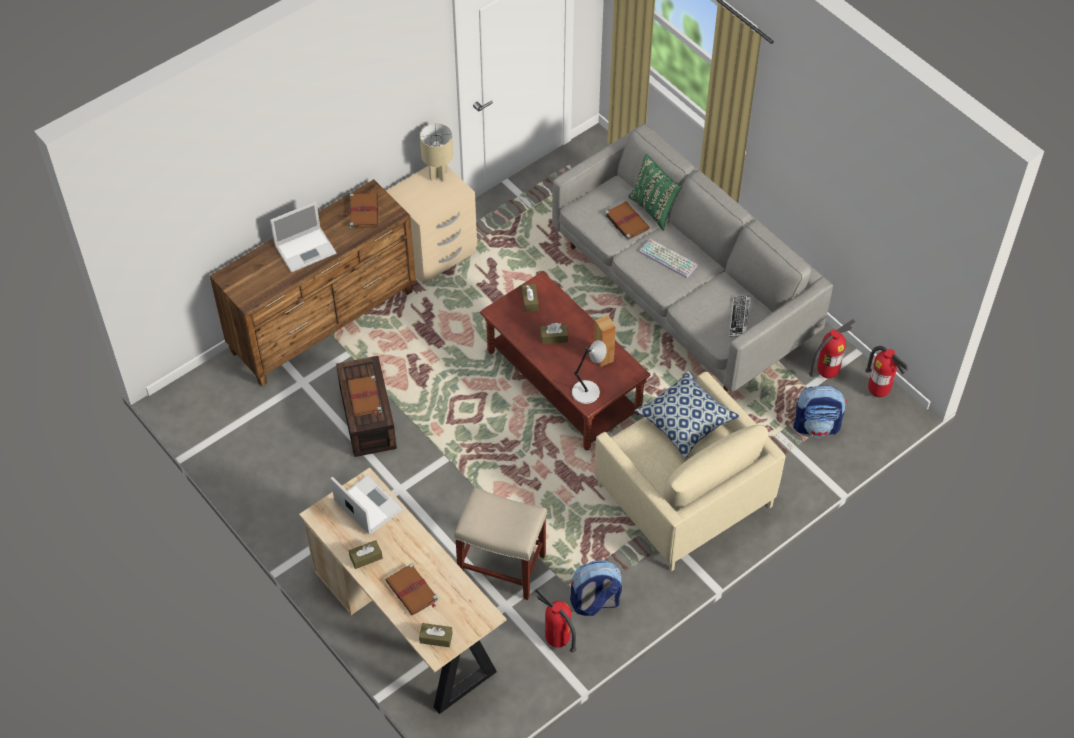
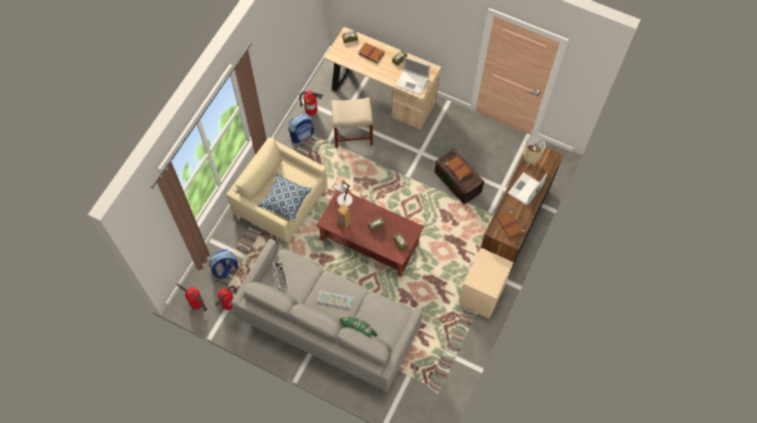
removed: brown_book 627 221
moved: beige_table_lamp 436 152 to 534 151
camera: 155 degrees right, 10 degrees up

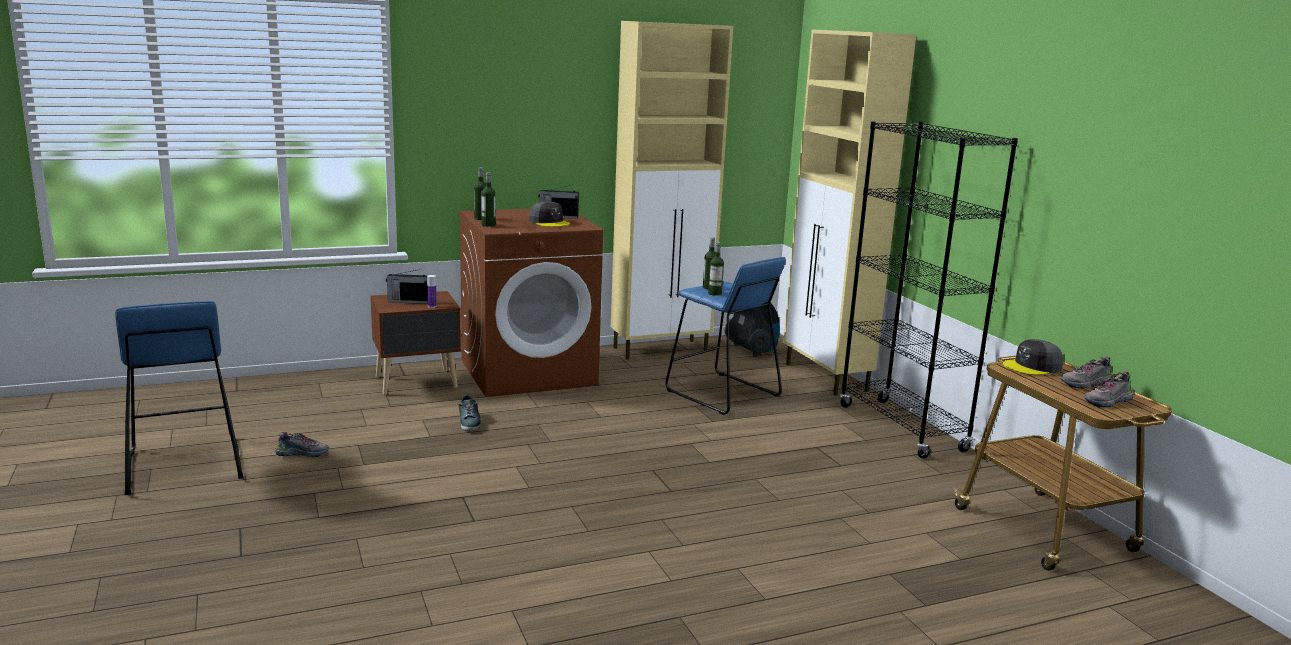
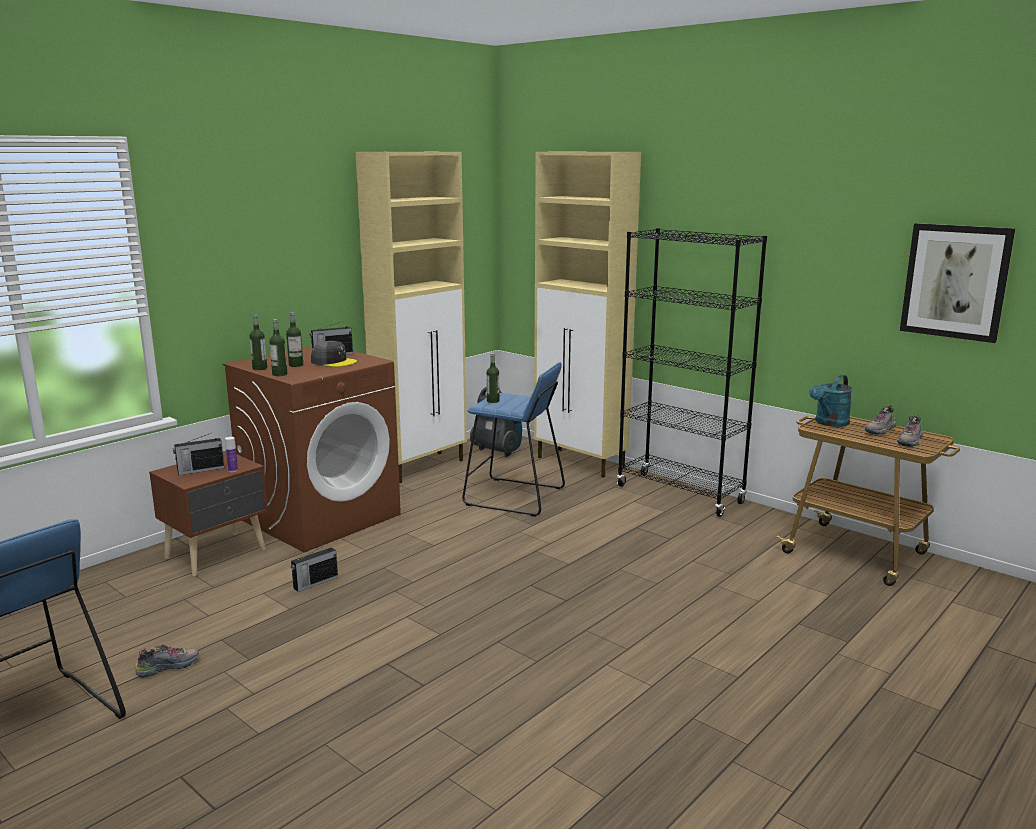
added: picture 957 283
moved: bottle 716 269 to 294 339
replaced: grey_cap 1033 357 to turquoise_watering_can 831 401; shoe 470 412 to radio 314 568
camera: 25 degrees left, 0 degrees up

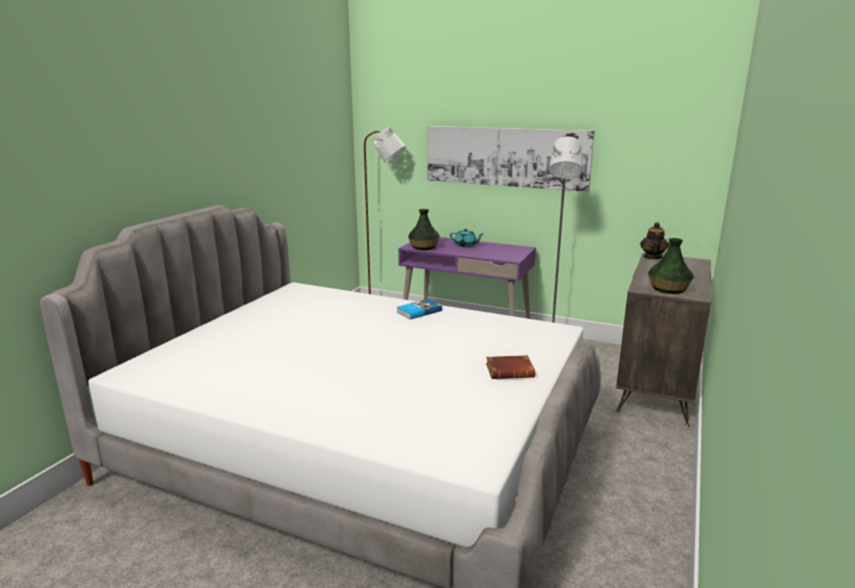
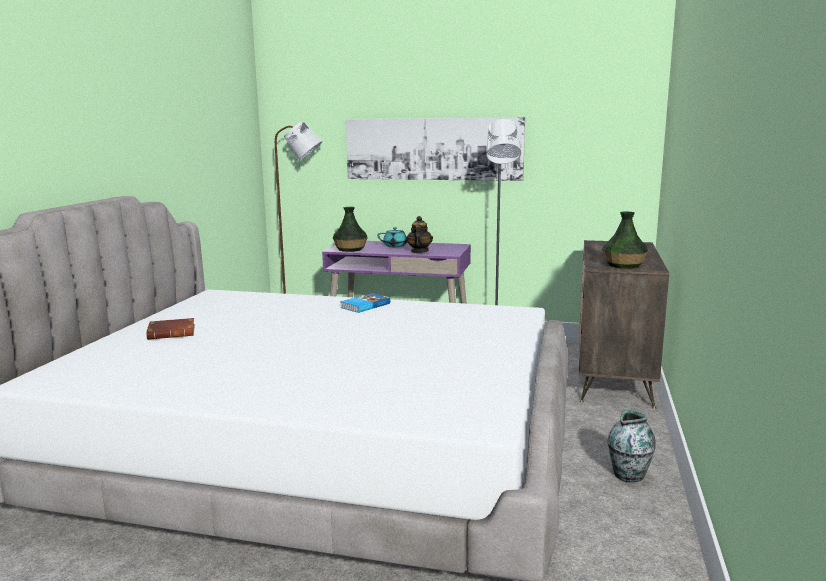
added: vase 631 446
moved: teapot 654 240 to 419 234; brown_book 510 367 to 170 329
camera: 10 degrees left, 5 degrees down

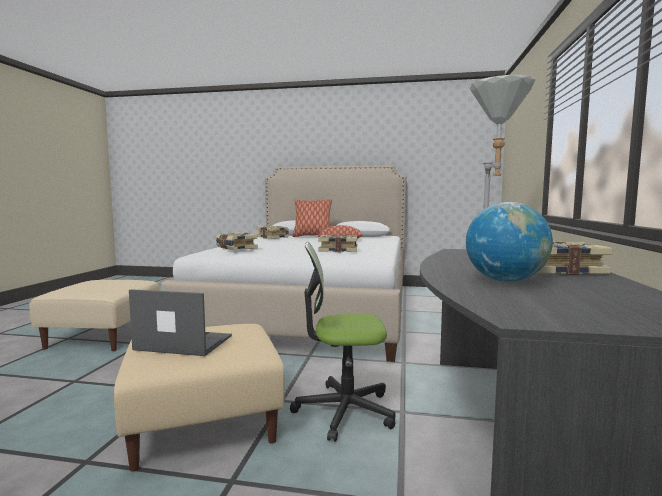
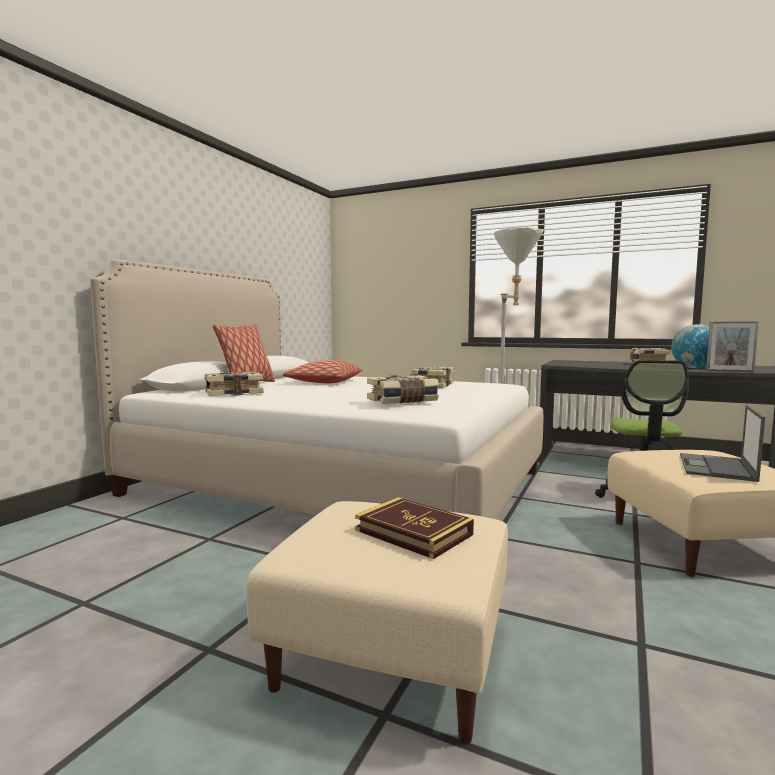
added: picture_frame 732 346; book 414 528
camera: 75 degrees left, 0 degrees up

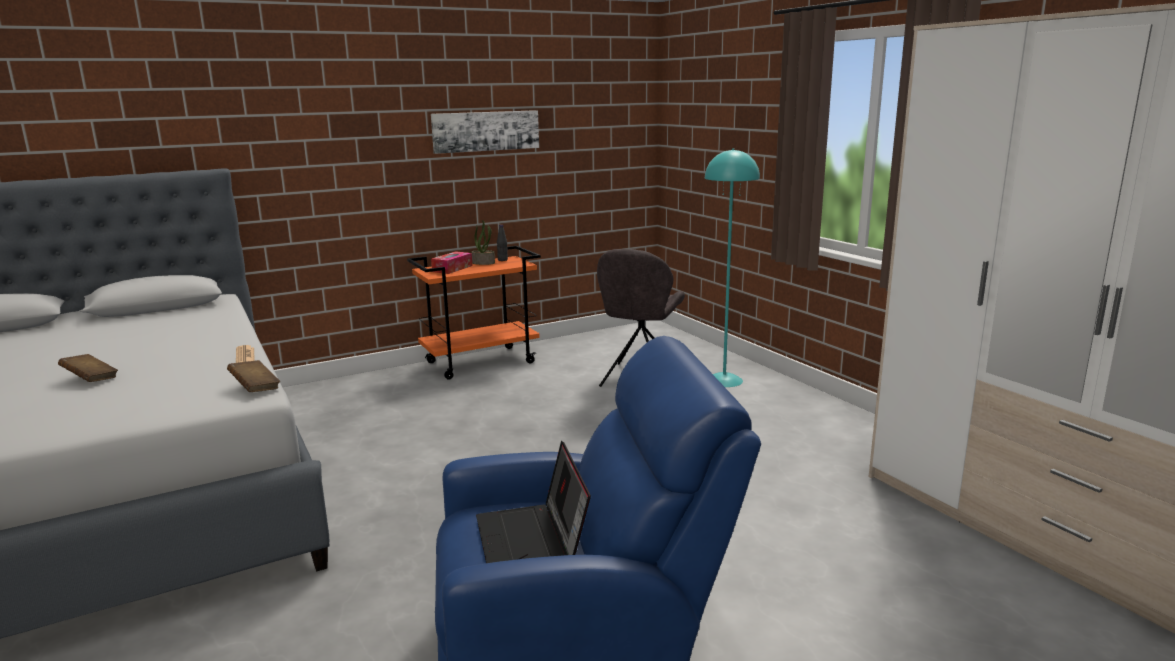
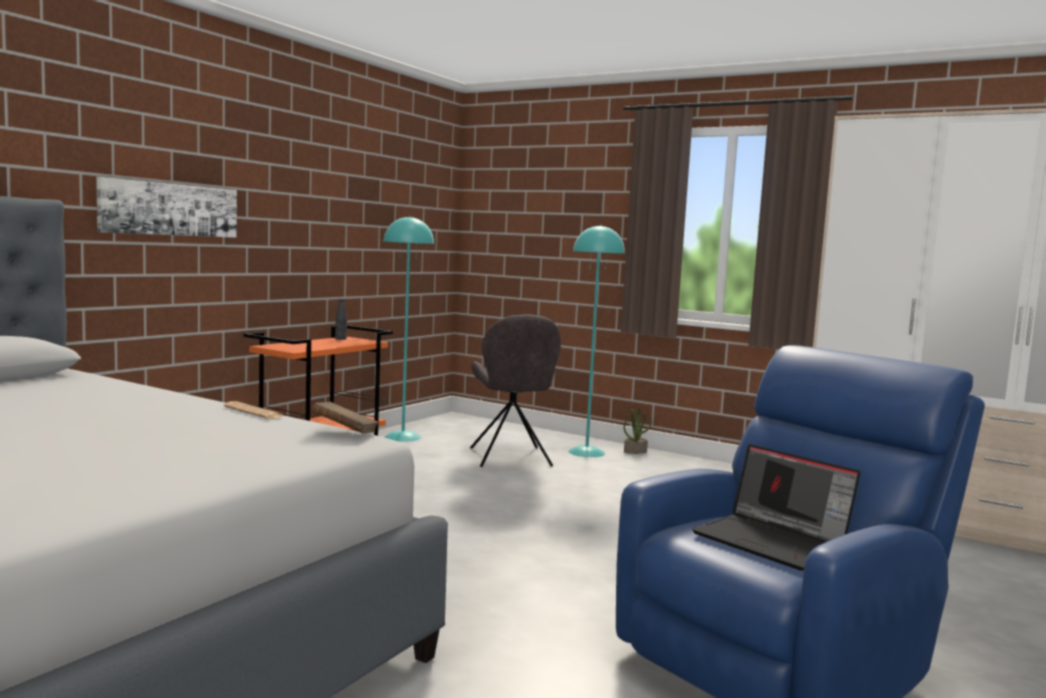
removed: tissue_box 451 262; brown_book 88 368
added: turquoise_floor_lamp 409 328
moved: picture 485 132 to 166 207; potted_plant 483 242 to 638 431
camera: 30 degrees left, 10 degrees down

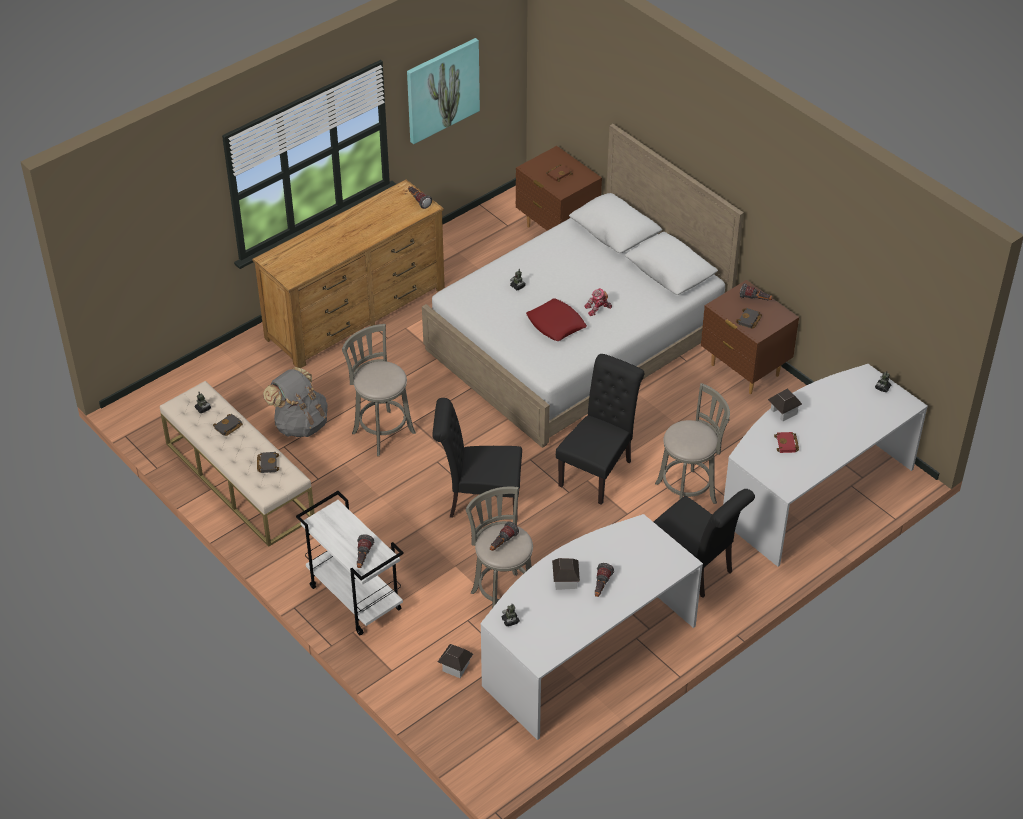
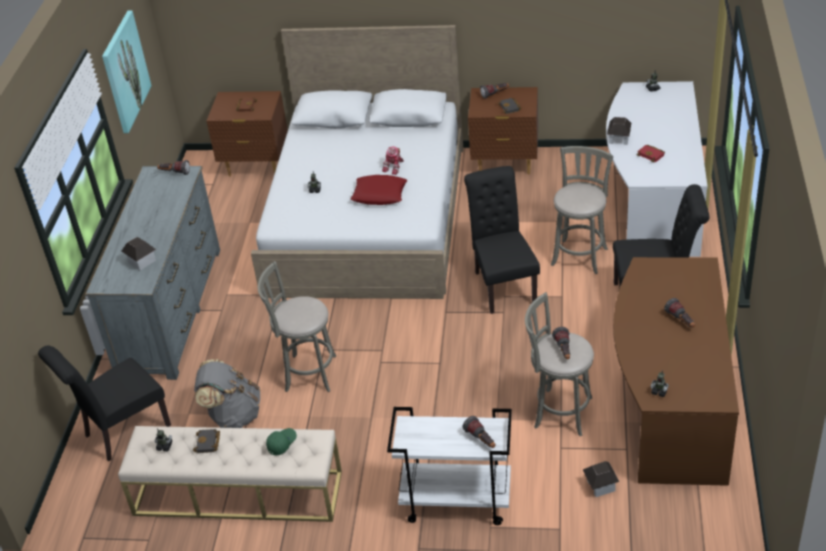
moved: black_chair 477 458 to 104 403; toy_house 566 574 to 138 254
replaced: black_book 268 462 to green_cap 281 441
recoloured: brown_dresser 348 274 to grey_dresser 152 273; white_desk 591 627 to brown_desk 676 371
camera: 40 degrees left, 5 degrees down

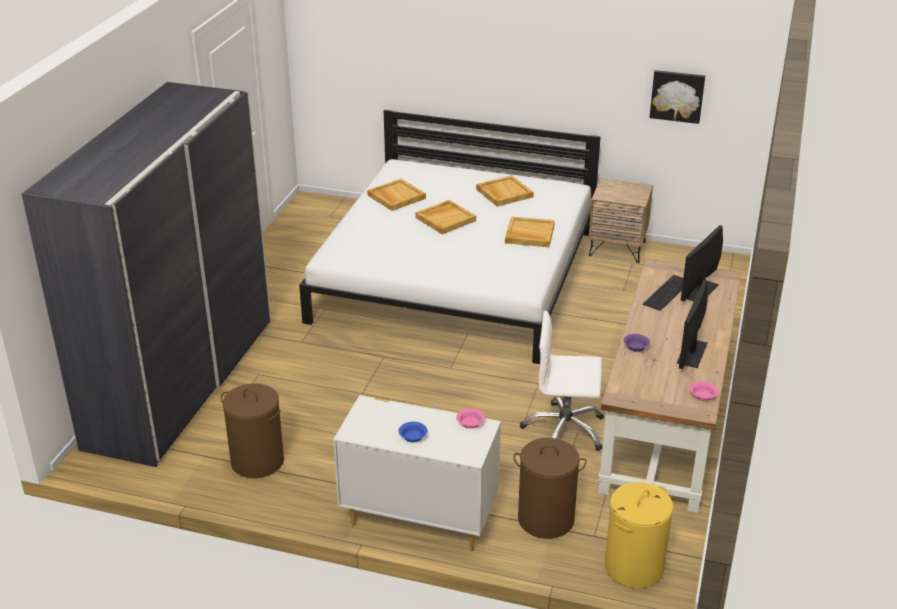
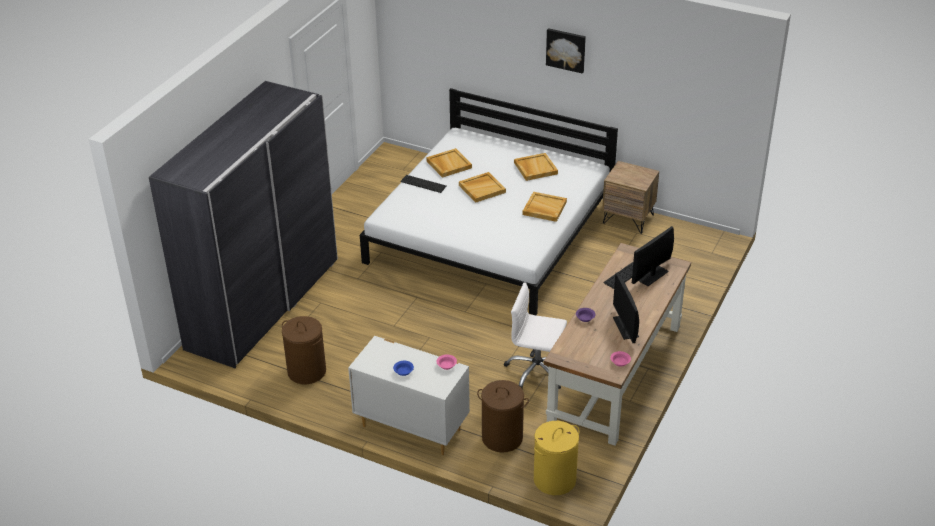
added: keyboard 423 184
moved: picture 677 97 to 566 51
turned: monitor 692 324 = 626 308 45 degrees counterclockwise
camera: 10 degrees right, 5 degrees up

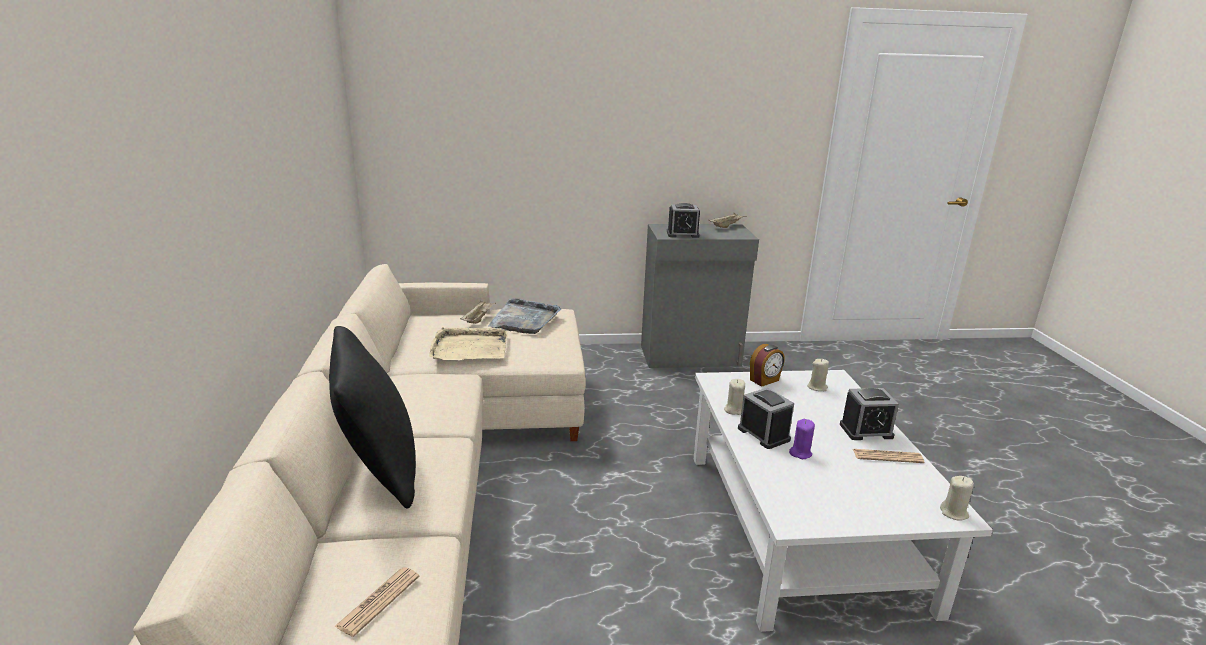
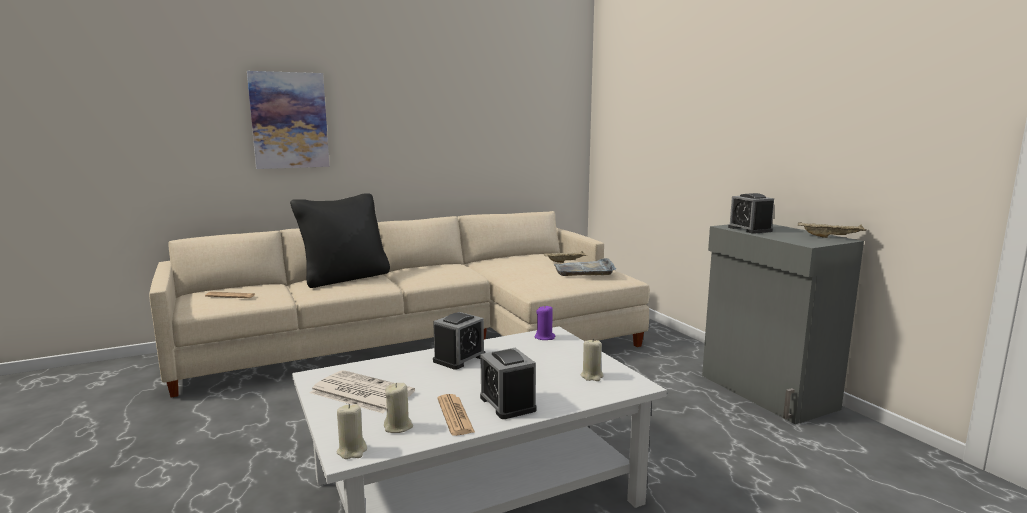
removed: beige_tray 468 343; alarm_clock 767 365
added: picture 288 120; newspaper 362 391
moved: beige_candle 734 397 to 398 408; purple_candle 802 439 to 544 323
camera: 70 degrees right, 10 degrees down

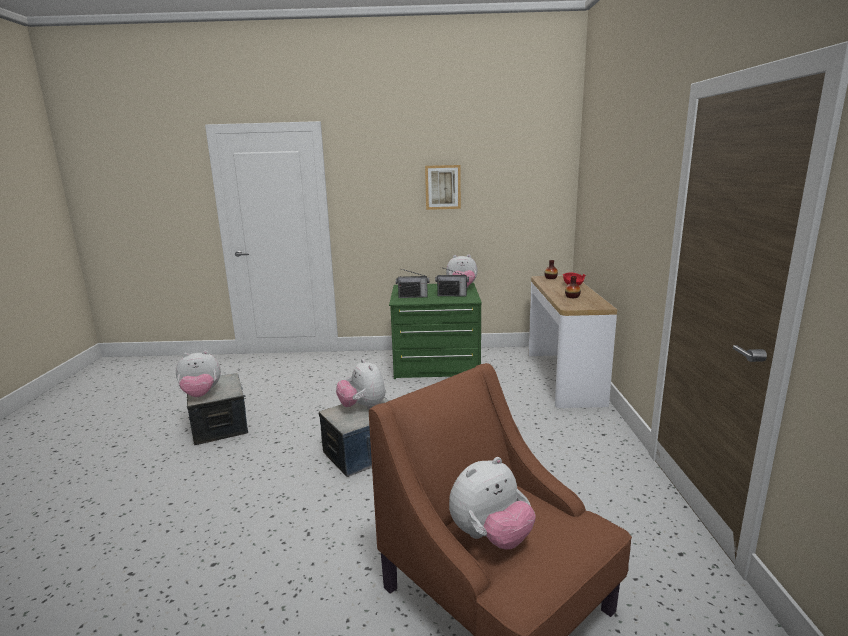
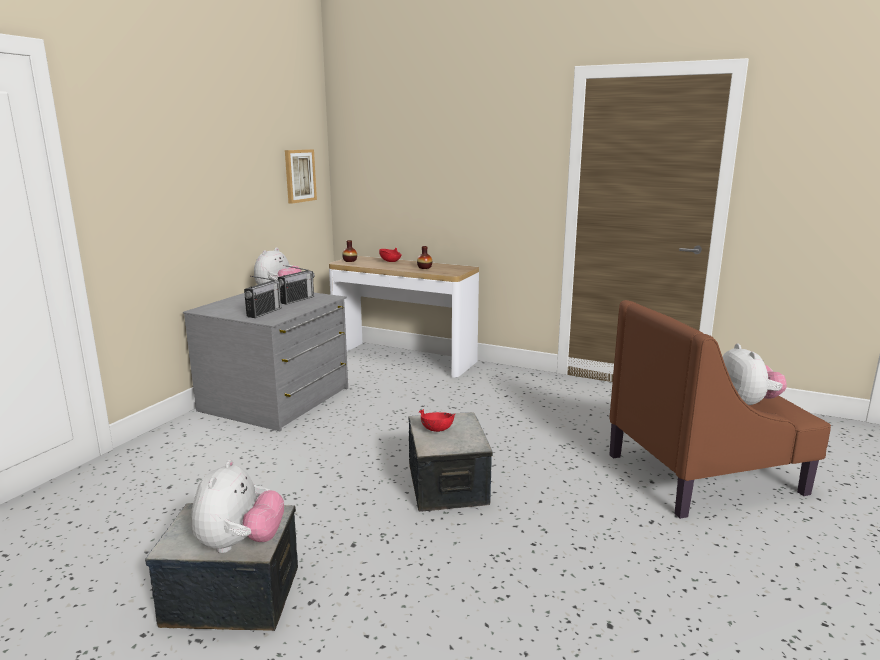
moved: picture 443 187 to 301 176
replaced: plush_toy 360 384 to red_bowl 437 420
recoloured: green_dresser 435 331 to grey_dresser 265 362
camera: 65 degrees left, 0 degrees up

